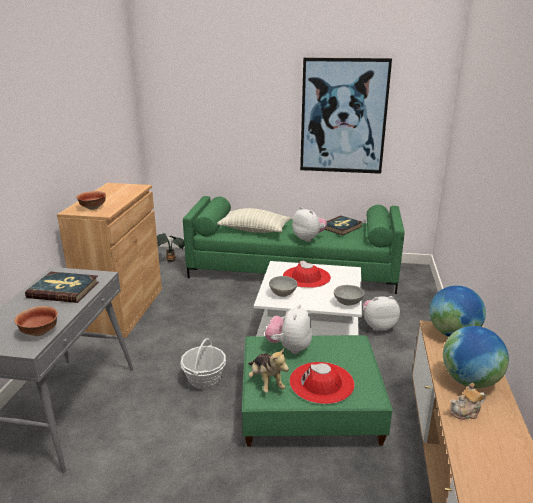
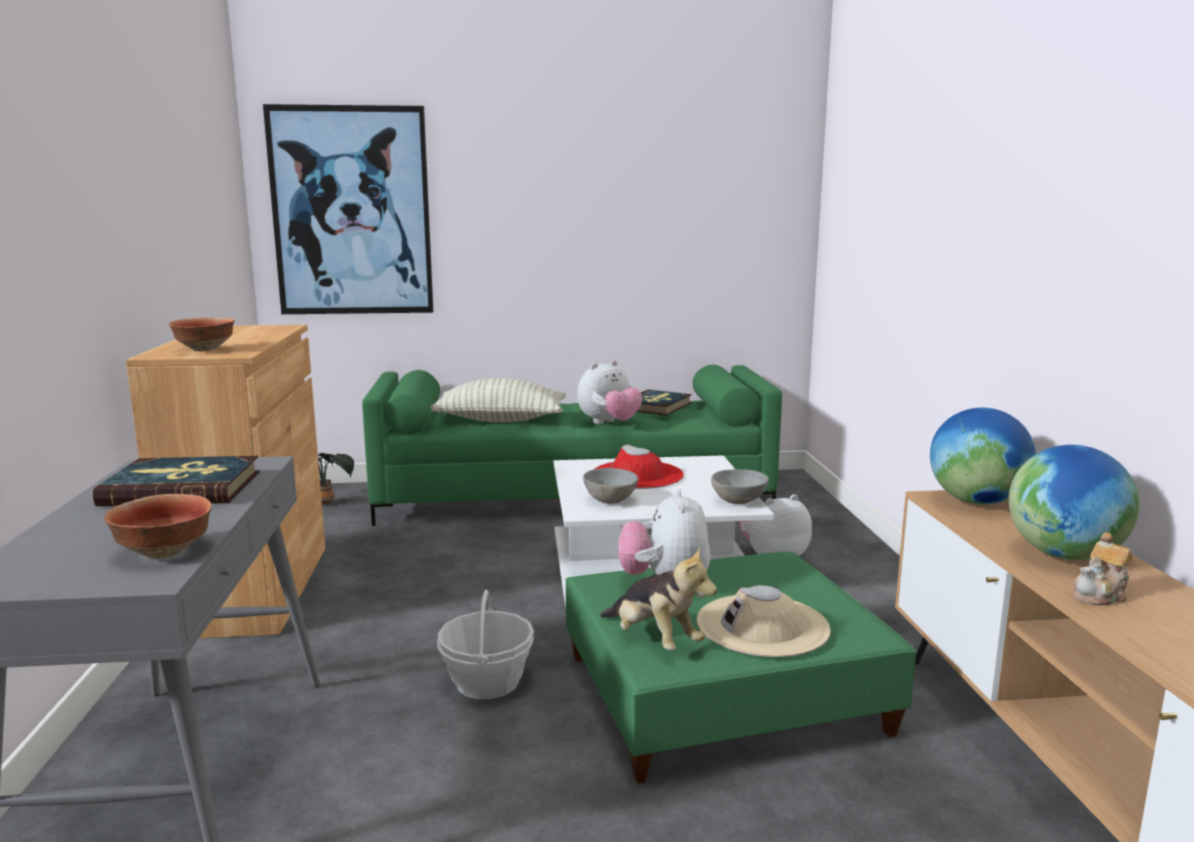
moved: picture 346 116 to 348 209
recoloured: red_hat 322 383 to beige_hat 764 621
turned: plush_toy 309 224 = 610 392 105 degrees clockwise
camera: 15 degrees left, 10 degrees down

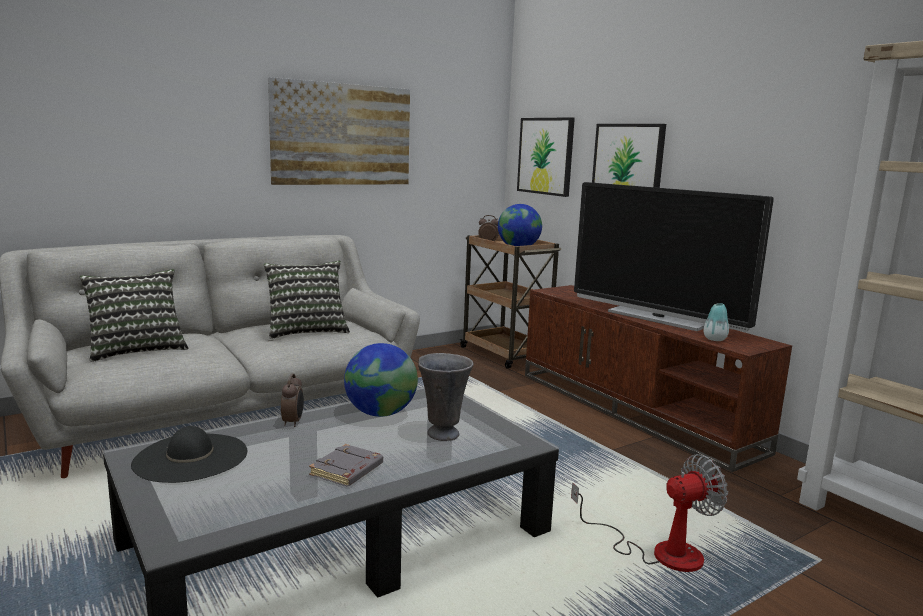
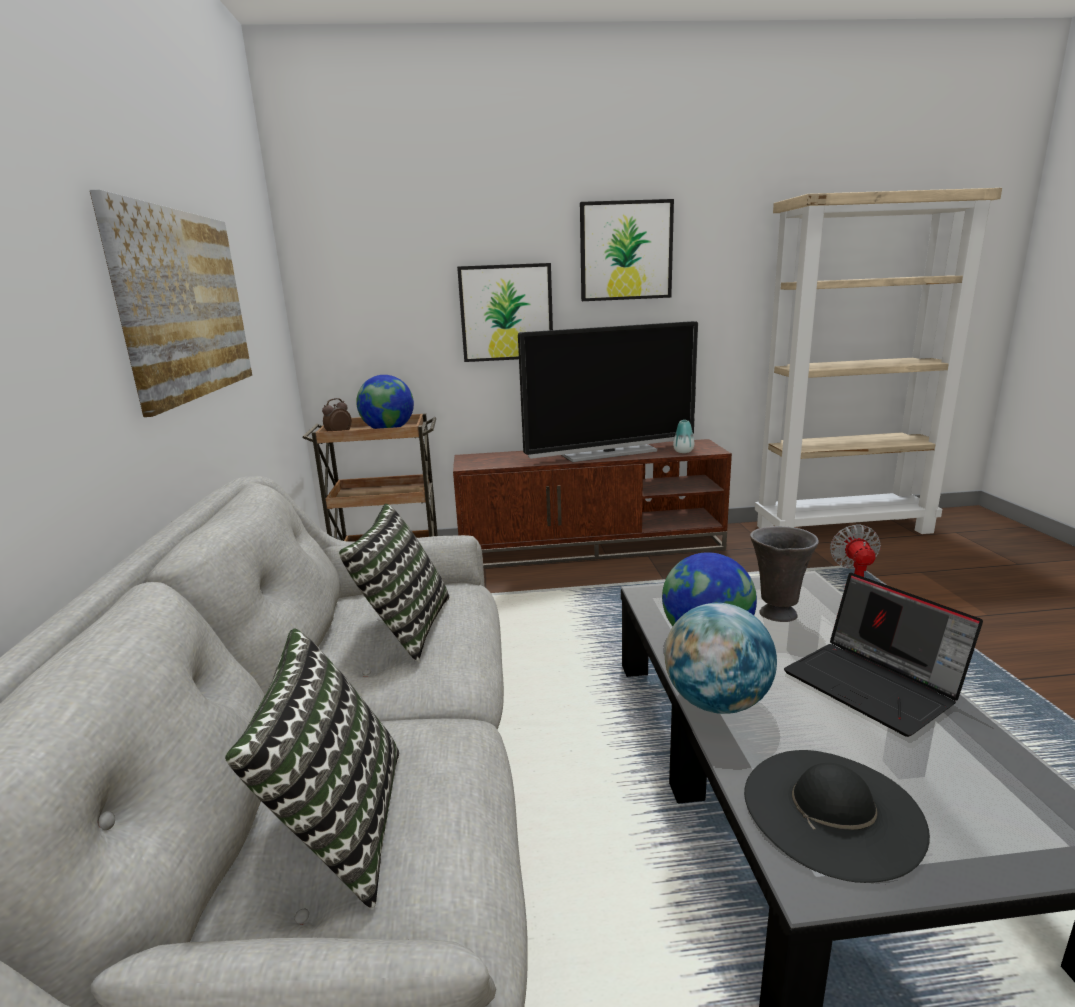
moved: picture 546 157 to 627 250
replaced: alarm_clock 292 400 to globe 720 658; grey_book 346 465 to laptop 883 655
camera: 60 degrees left, 5 degrees up

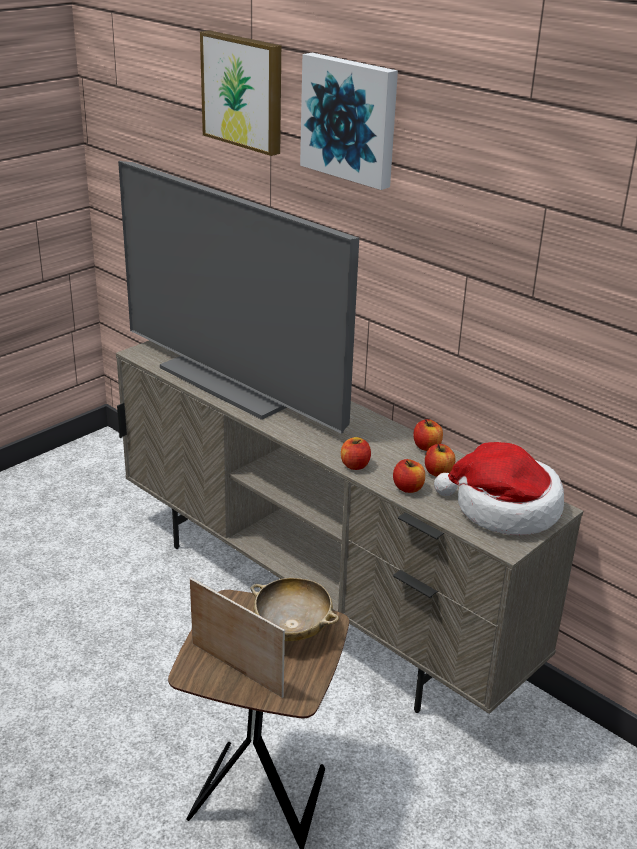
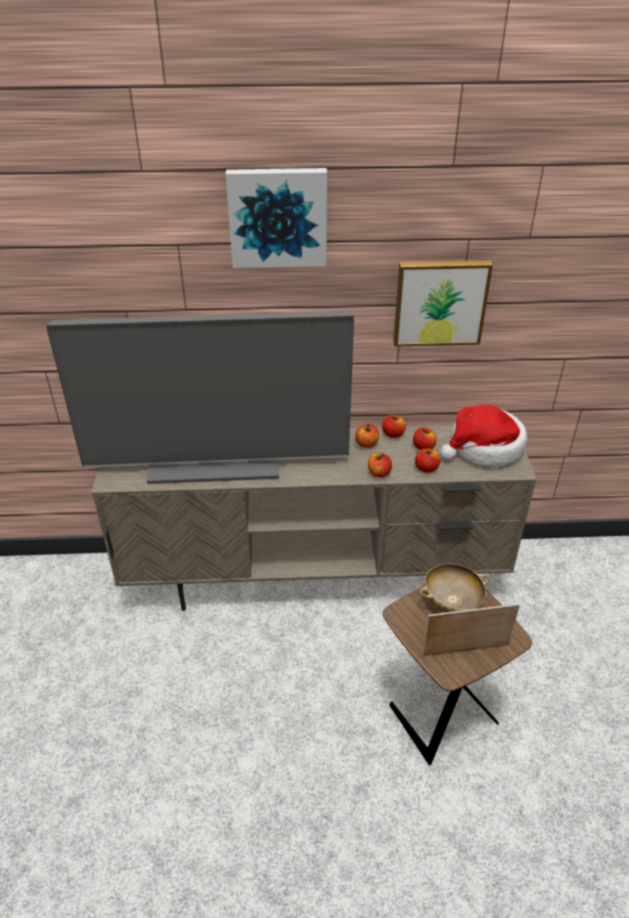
added: apple 367 436
moved: picture 240 93 to 443 303
camera: 45 degrees left, 10 degrees up

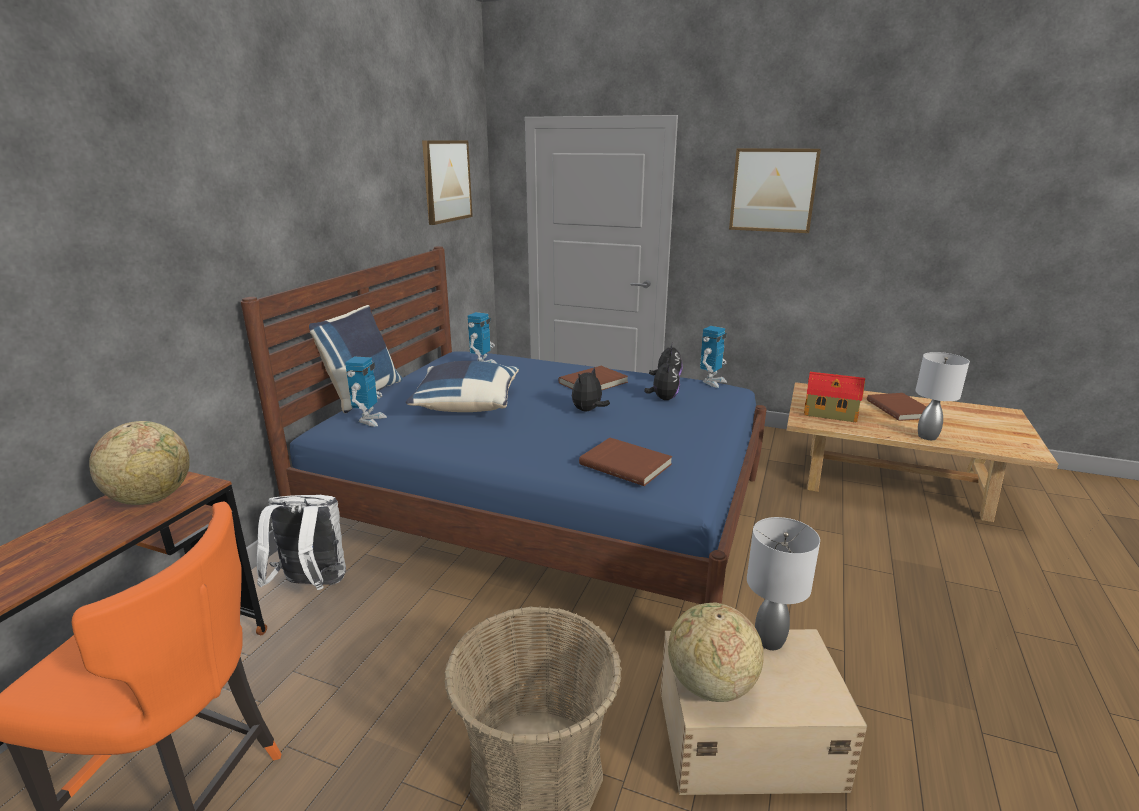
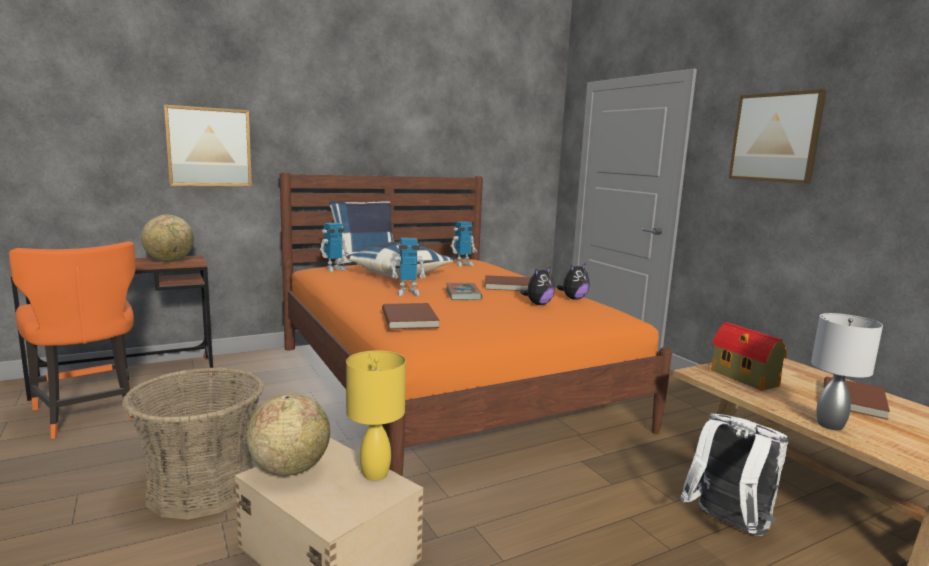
moved: picture 447 182 to 208 145; toy_robot 713 357 to 408 267; white_backpack 301 542 to 734 474
replaced: plush_toy 591 389 to book 464 291
recoloured: blue_bed 504 425 to orange_bed 476 324; grey_table_lamp 783 583 to yellow_table_lamp 376 415
camera: 40 degrees right, 10 degrees down

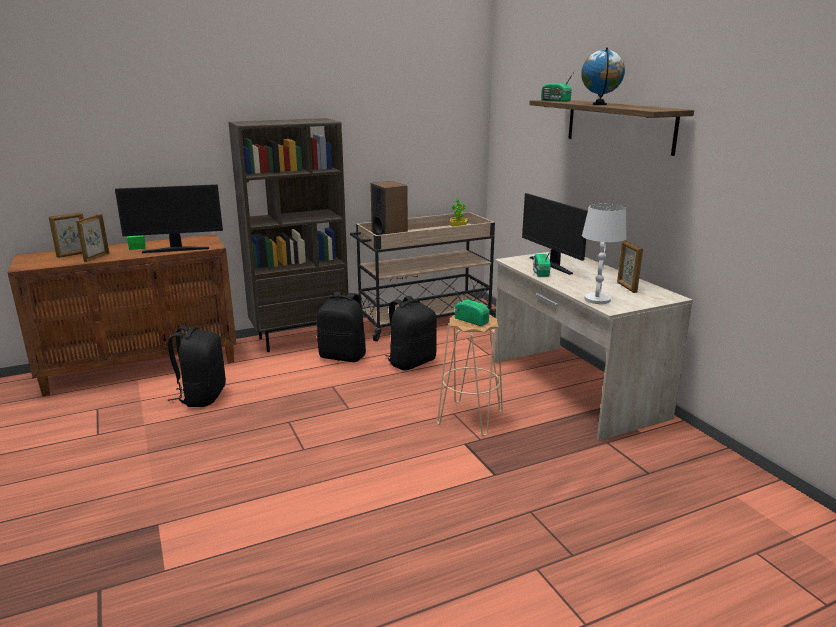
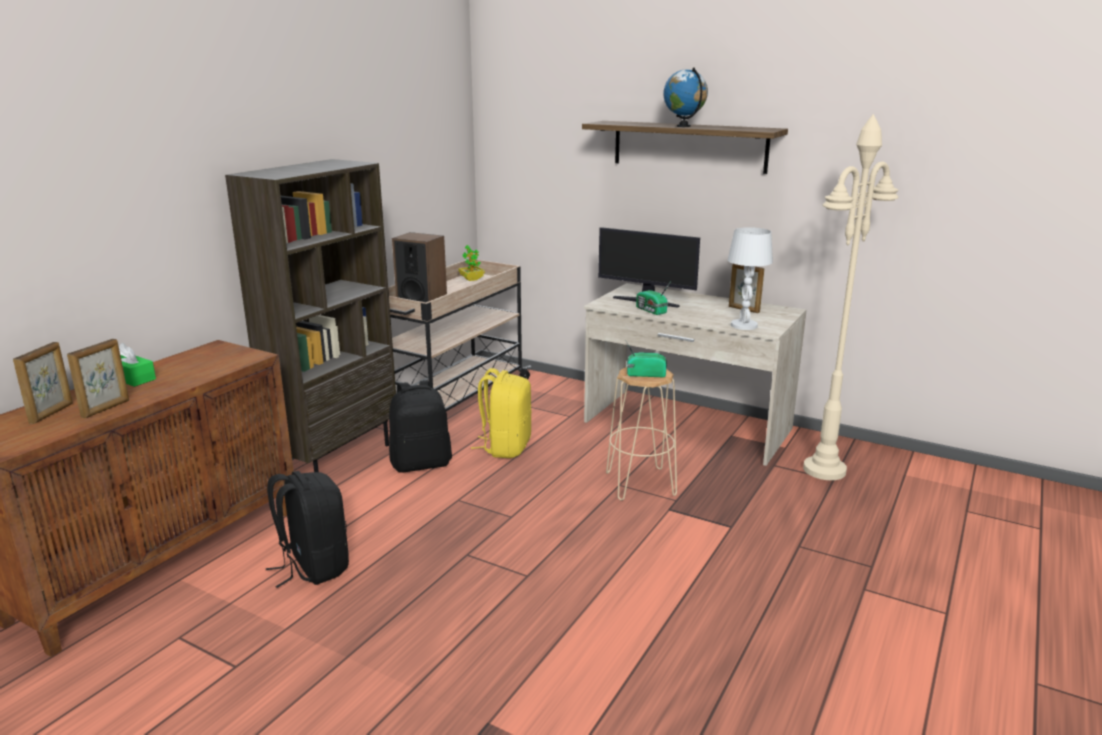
removed: radio 558 85; monitor 169 218
added: beige_floor_lamp 850 297
recoloured: black_backpack 411 333 to yellow_backpack 501 413
turned: picture_frame 92 238 = 98 378 135 degrees counterclockwise
camera: 35 degrees left, 0 degrees up

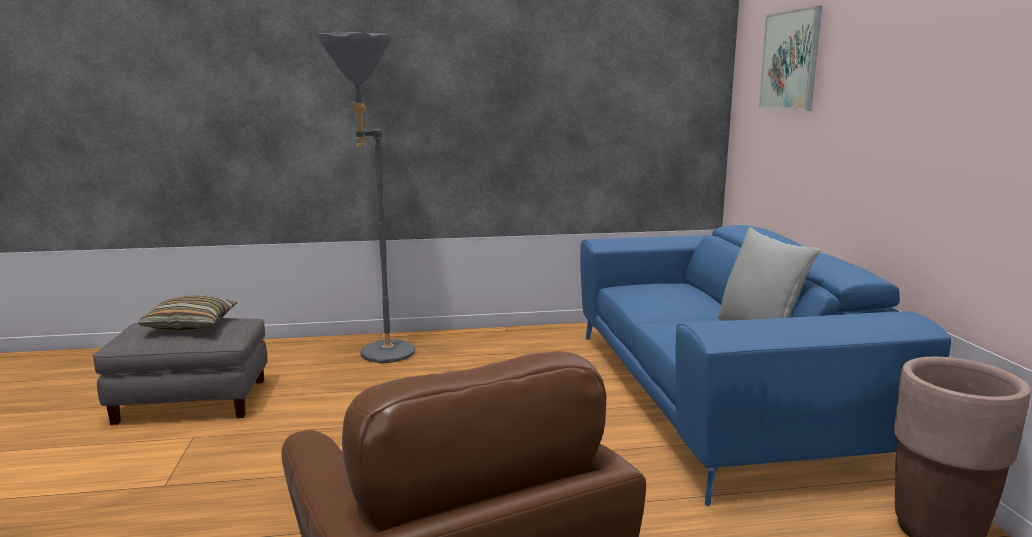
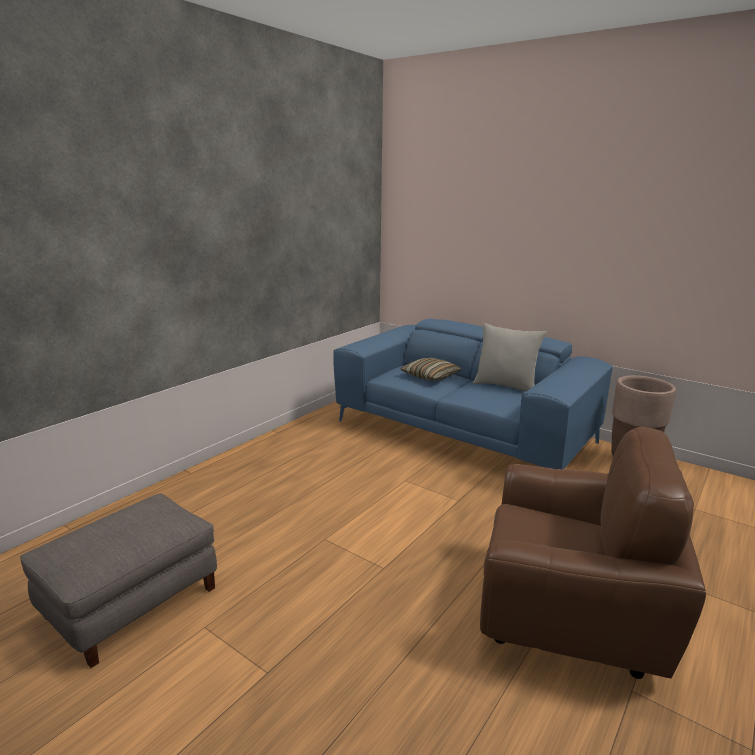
removed: picture 790 58; grey_floor_lamp 366 197
moved: pillow 188 312 to 431 369
camera: 45 degrees left, 5 degrees up

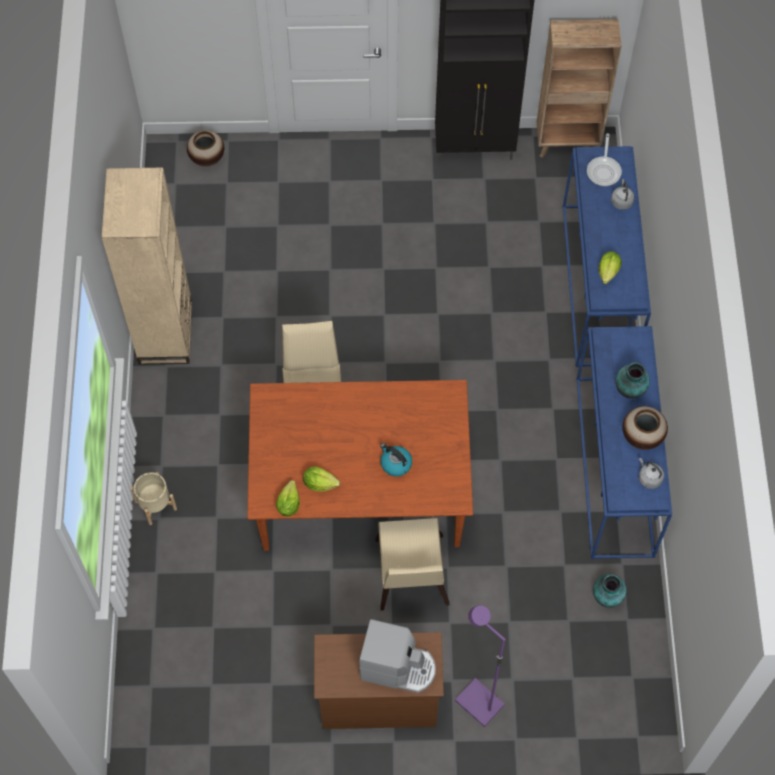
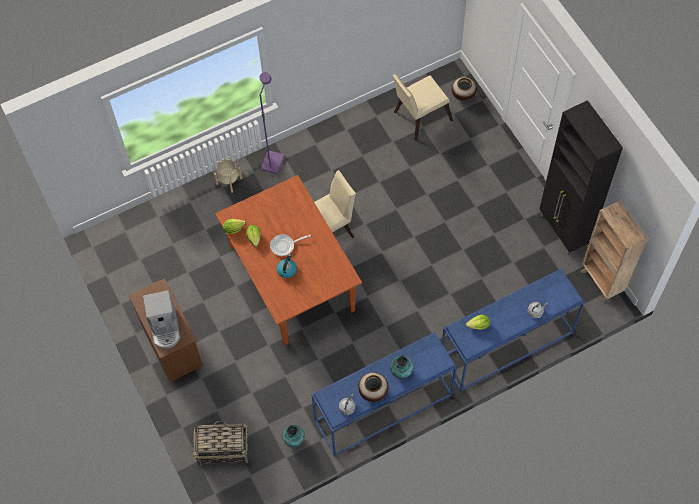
removed: beige_bookcase 146 266
added: basket 221 443
moved: frying_pan 604 159 to 290 245; beige_chair 412 564 to 422 107; purple_floor_lamp 480 666 to 272 123
camera: 65 degrees right, 0 degrees up

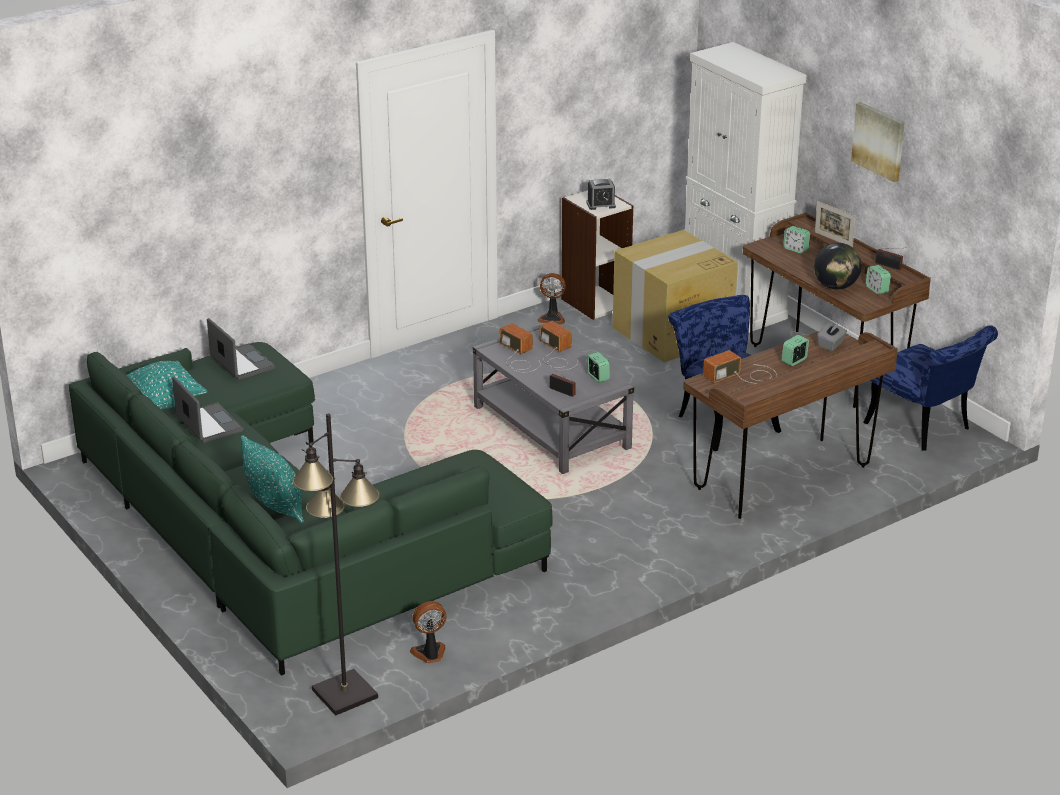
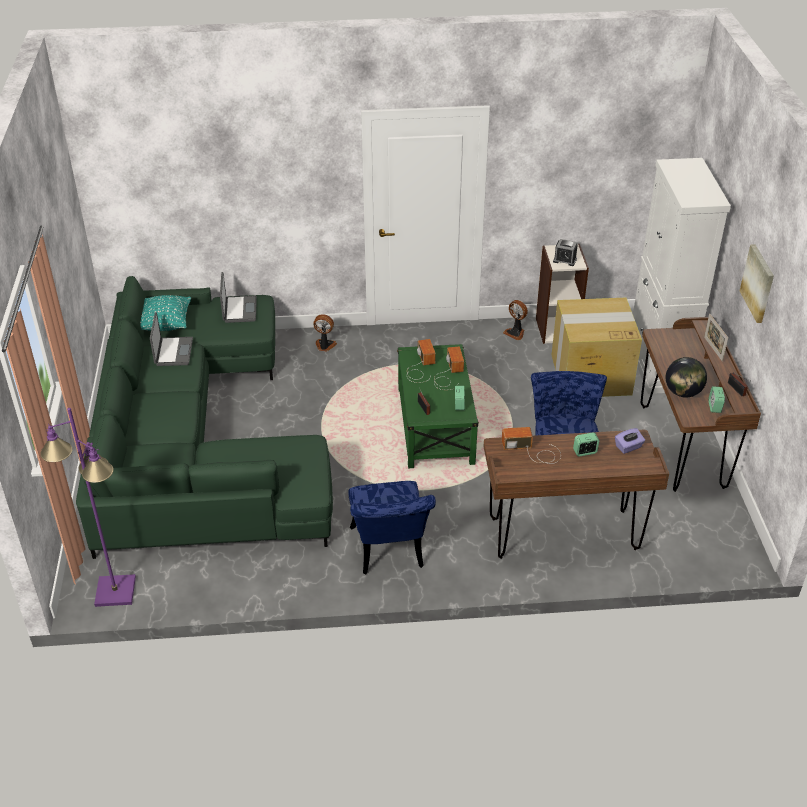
removed: alarm_clock 796 240; turquoise_pillow 272 479
moved: blue_chair 930 388 to 392 527; fan 428 632 to 325 332
recoloured: grey_tissue_box 832 336 to purple_tissue_box 630 441; grey_coffee_table 553 399 to green_coffee_table 438 406; black_floor_lamp 336 565 to purple_floor_lamp 88 507
camera: 30 degrees right, 10 degrees up

